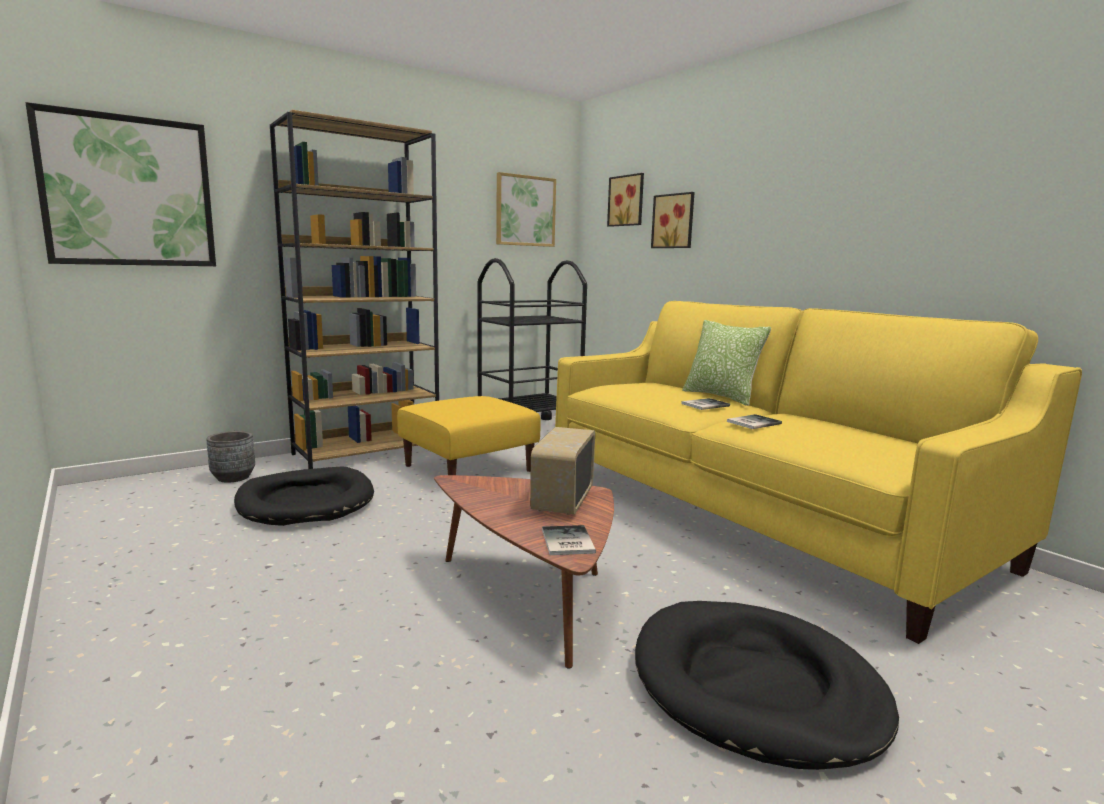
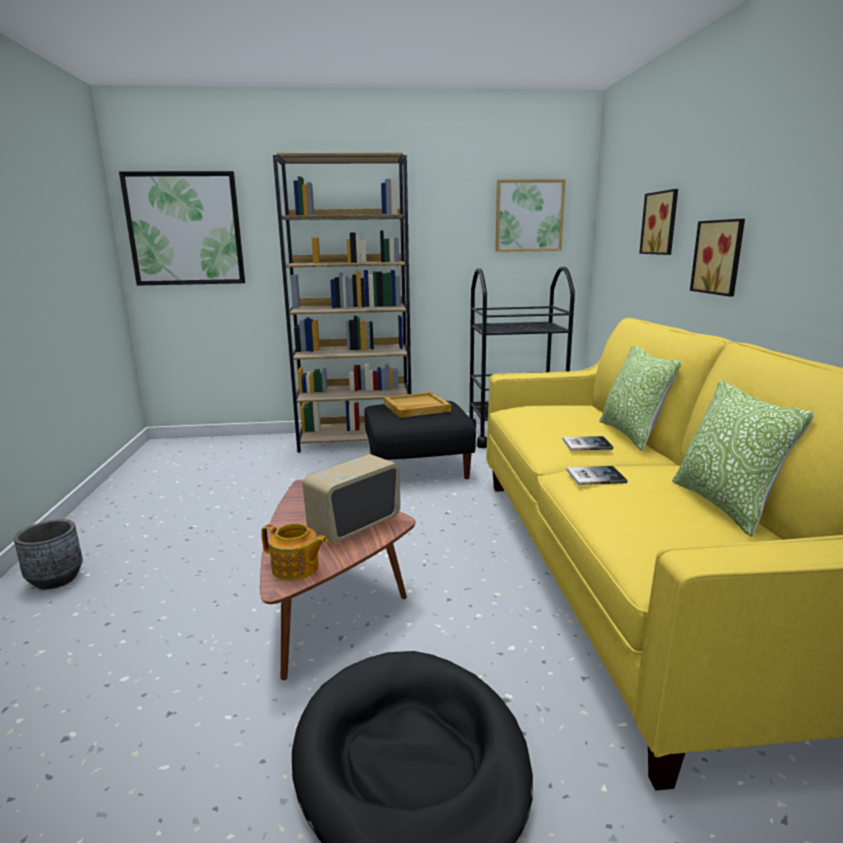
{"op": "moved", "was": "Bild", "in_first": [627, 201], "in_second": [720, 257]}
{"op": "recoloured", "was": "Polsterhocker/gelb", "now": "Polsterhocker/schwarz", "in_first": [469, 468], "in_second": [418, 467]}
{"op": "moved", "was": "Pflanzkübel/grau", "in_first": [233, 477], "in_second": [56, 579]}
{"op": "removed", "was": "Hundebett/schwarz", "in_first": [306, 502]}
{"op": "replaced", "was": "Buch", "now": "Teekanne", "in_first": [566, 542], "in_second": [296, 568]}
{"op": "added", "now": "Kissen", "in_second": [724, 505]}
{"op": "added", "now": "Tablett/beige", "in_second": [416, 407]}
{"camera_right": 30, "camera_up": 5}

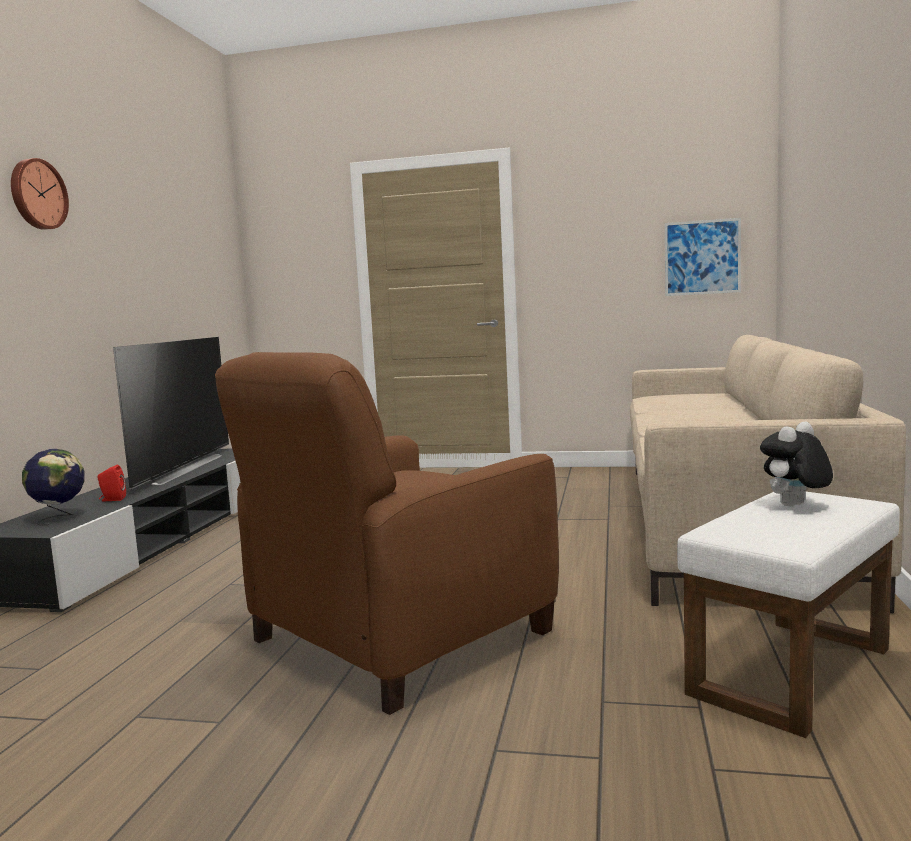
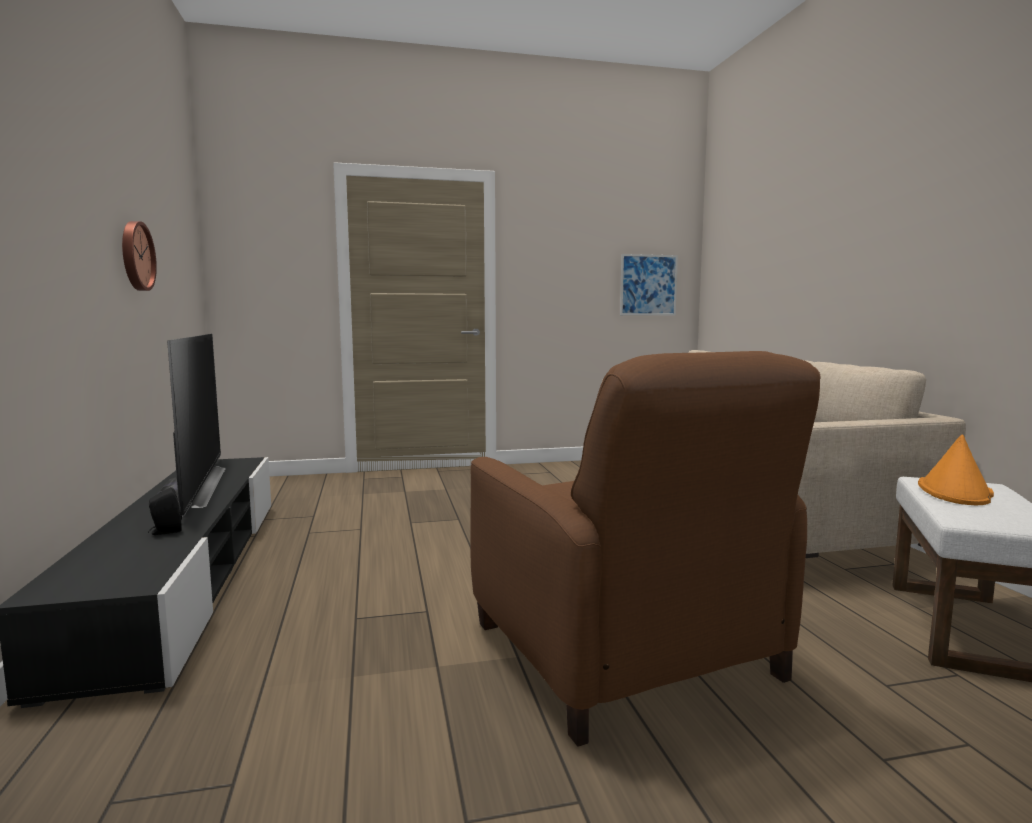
{"op": "moved", "was": "Wanduhr", "in_first": [37, 194], "in_second": [135, 256]}
{"op": "turned", "was": "Sessel/braun", "in_first": [398, 637], "in_second": [624, 652], "clockwise": -45}
{"op": "replaced", "was": "Plüschtier", "now": "Hut/orange", "in_first": [795, 506], "in_second": [955, 491]}
{"op": "removed", "was": "Globus", "in_first": [59, 518]}
{"op": "recoloured", "was": "Lautsprecher/rot", "now": "Lautsprecher/schwarz", "in_first": [112, 499], "in_second": [165, 531]}
{"camera_right": -25, "camera_up": 0}

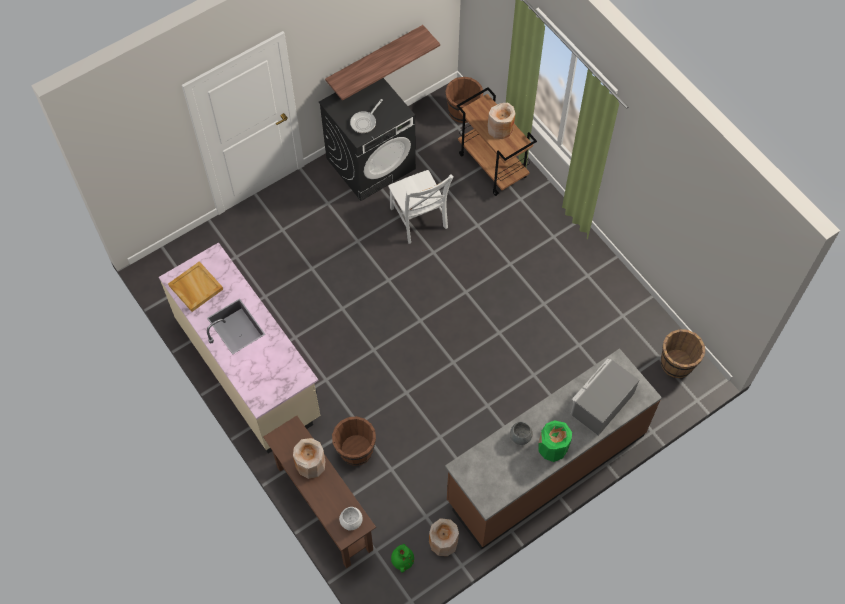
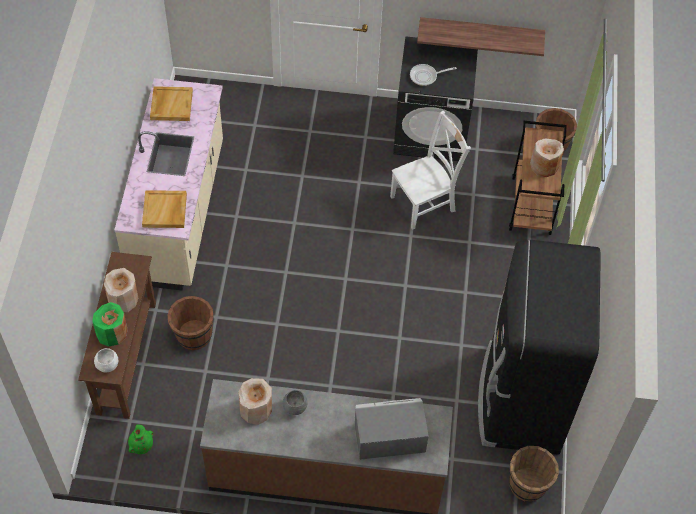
{"op": "turned", "was": "Stuhl/weiß", "in_first": [419, 220], "in_second": [425, 203], "clockwise": -135}
{"op": "moved", "was": "Vase/grün", "in_first": [553, 447], "in_second": [112, 332]}
{"op": "moved", "was": "Vase/beige", "in_first": [443, 542], "in_second": [256, 409]}
{"op": "added", "now": "Tablett/beige", "in_second": [165, 211]}
{"op": "added", "now": "Kühlschrank/schwarz", "in_second": [520, 399]}
{"camera_right": 40, "camera_up": -5}

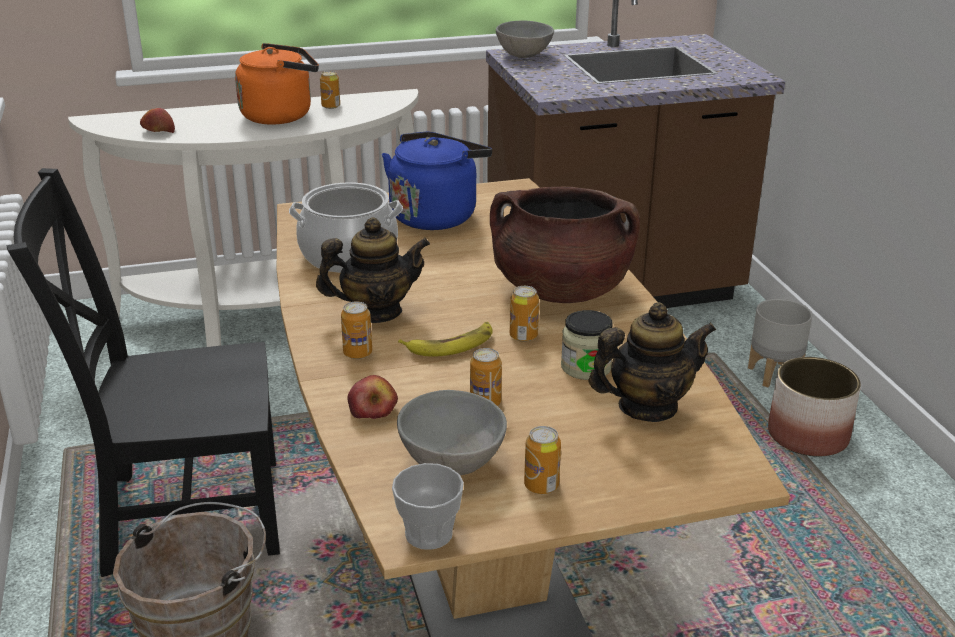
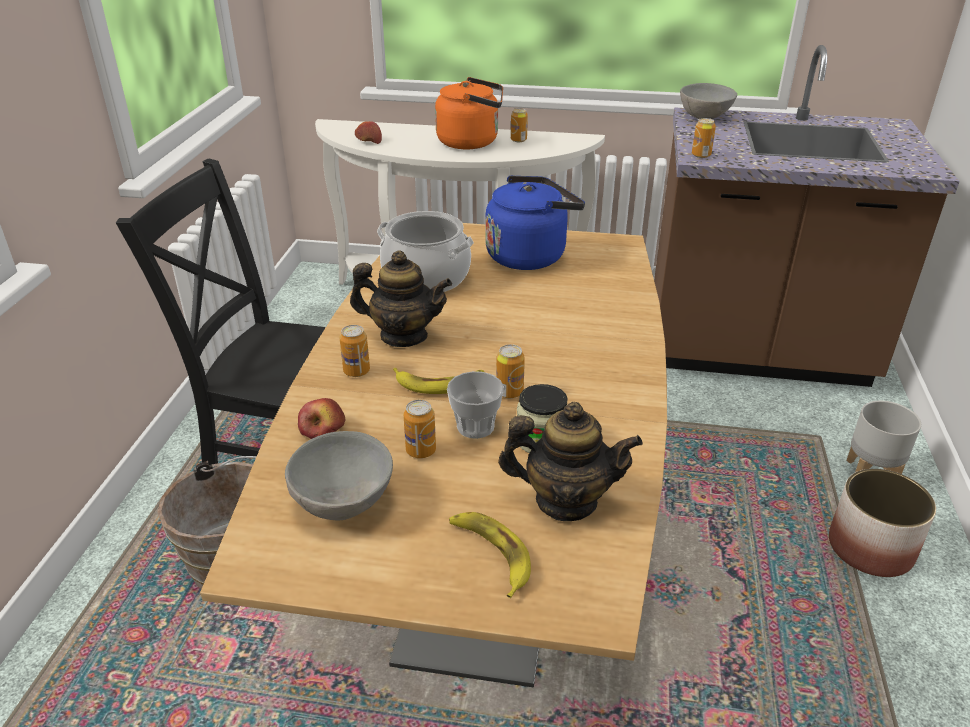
{"op": "removed", "was": "Kochtopf/braun", "in_first": [560, 290]}
{"op": "moved", "was": "Dose", "in_first": [541, 486], "in_second": [701, 155]}
{"op": "moved", "was": "Tasse", "in_first": [428, 534], "in_second": [475, 426]}
{"op": "added", "now": "Banane", "in_second": [491, 554]}
{"camera_right": 25, "camera_up": 5}

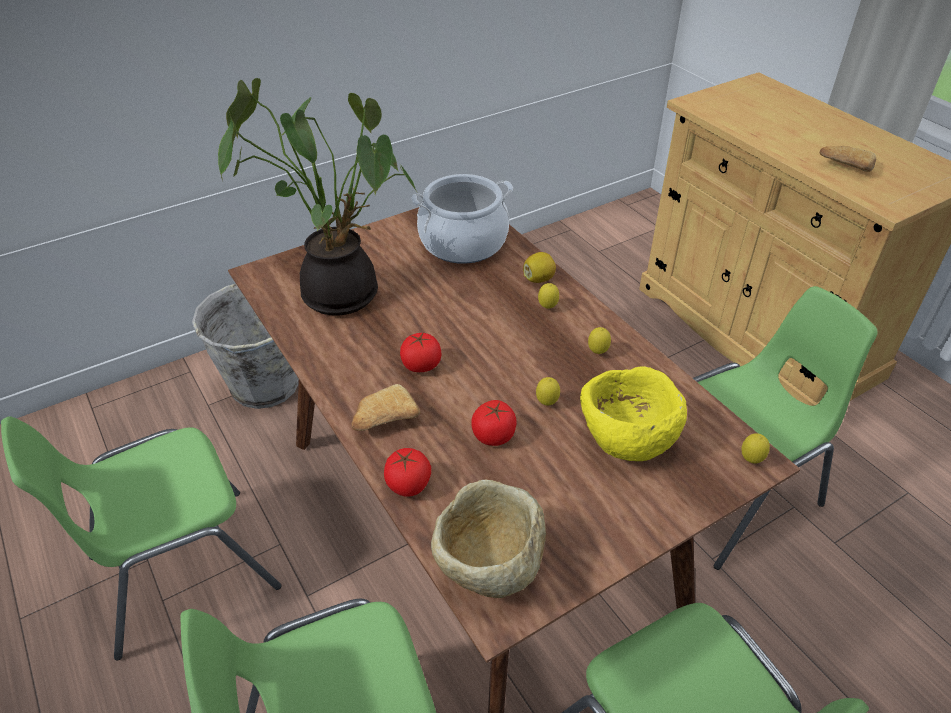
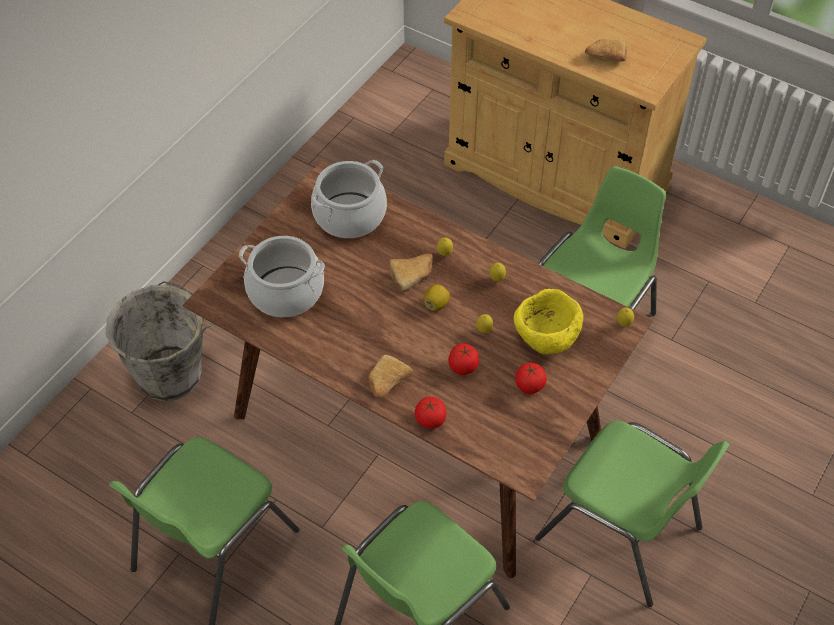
{"op": "replaced", "was": "Topfpflanze", "now": "Kochtopf", "in_first": [341, 290], "in_second": [285, 292]}
{"op": "moved", "was": "Zitrone", "in_first": [539, 279], "in_second": [436, 304]}
{"op": "moved", "was": "Tomate", "in_first": [421, 365], "in_second": [529, 385]}
{"op": "removed", "was": "Schüssel/beige", "in_first": [489, 568]}
{"op": "added", "now": "Brot", "in_second": [413, 275]}
{"camera_right": -25, "camera_up": 10}

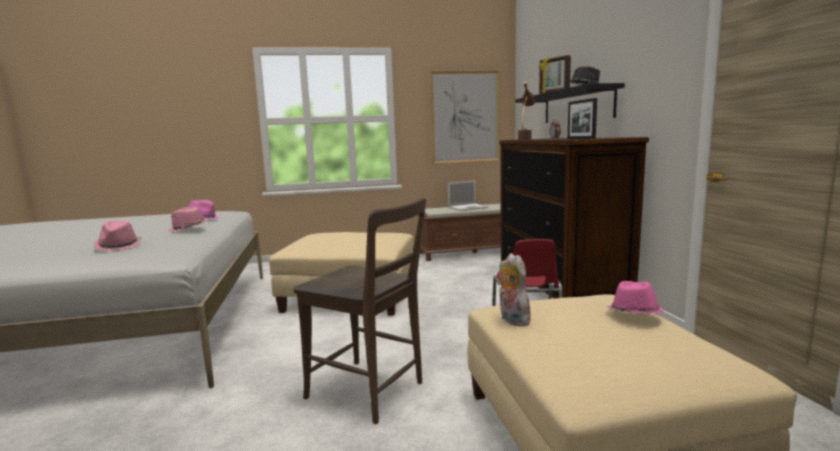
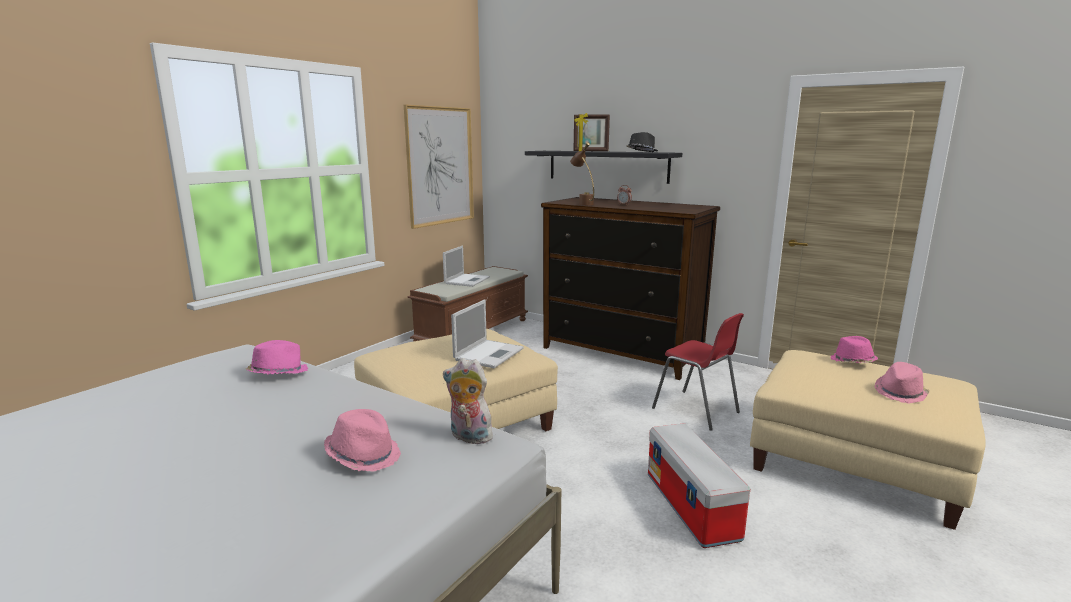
{"op": "removed", "was": "Bilderrahmen", "in_first": [580, 138]}
{"op": "replaced", "was": "Stuhl/braun", "now": "Aufbewahrungsbox", "in_first": [370, 392], "in_second": [692, 507]}
{"op": "moved", "was": "Hut/rosa", "in_first": [188, 229], "in_second": [900, 393]}
{"op": "moved", "was": "Plüschtier", "in_first": [512, 320], "in_second": [468, 437]}
{"op": "added", "now": "Laptop", "in_second": [489, 354]}
{"camera_right": -45, "camera_up": 5}

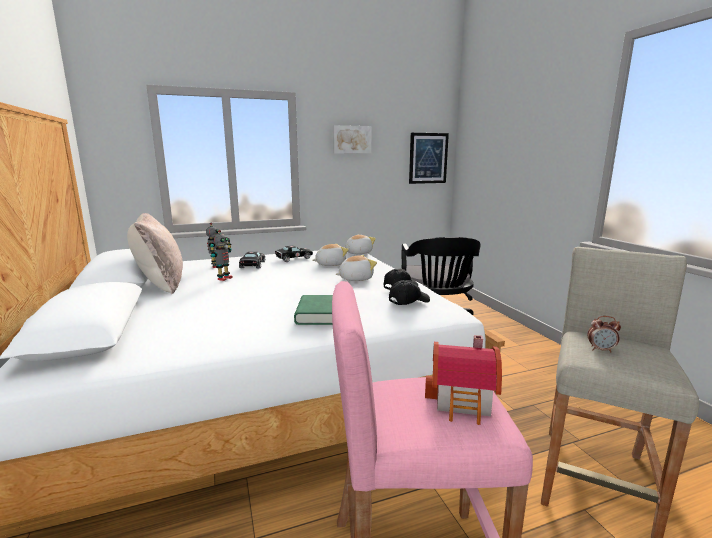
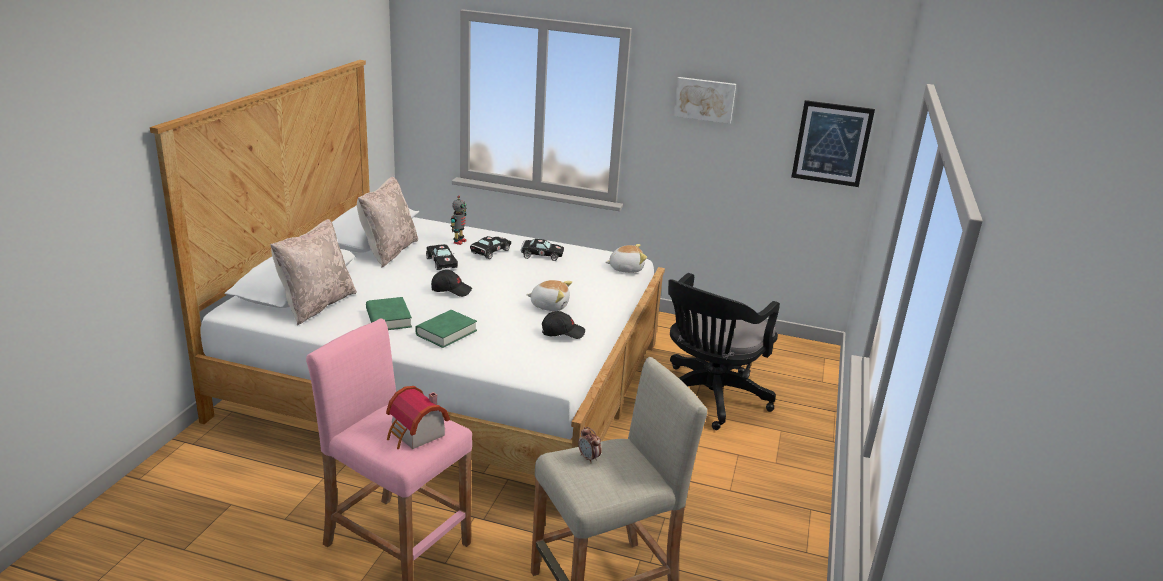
{"op": "replaced", "was": "Spielzeugroboter", "now": "Spielzeugauto/schwarz", "in_first": [224, 278], "in_second": [441, 262]}
{"op": "removed", "was": "Plüschtier", "in_first": [330, 264]}
{"op": "moved", "was": "Kappe/schwarz", "in_first": [408, 301], "in_second": [451, 290]}
{"op": "added", "now": "Kissen/beige", "in_second": [316, 305]}
{"op": "added", "now": "Buch/grün", "in_second": [388, 319]}
{"camera_right": 35, "camera_up": 10}

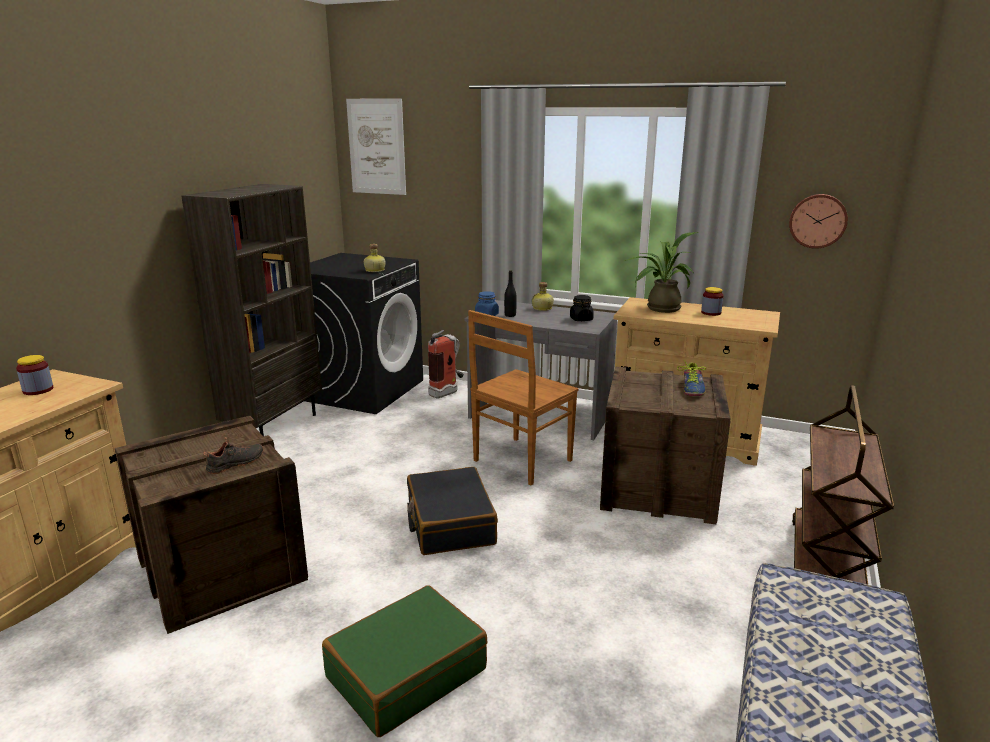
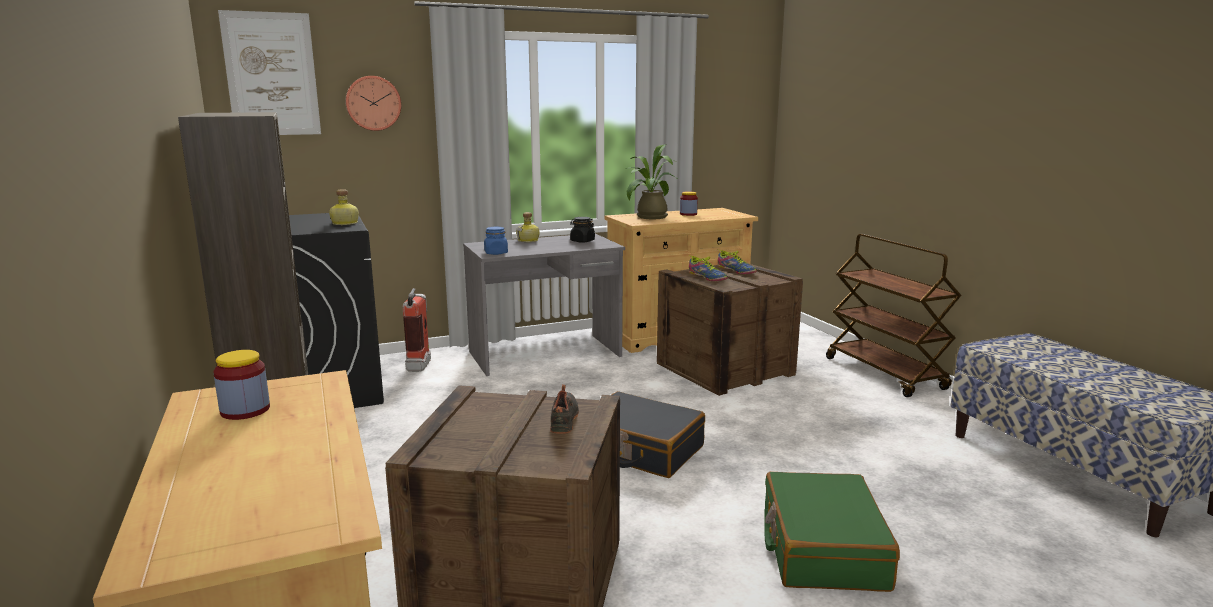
{"op": "moved", "was": "Wanduhr", "in_first": [817, 221], "in_second": [373, 103]}
{"op": "removed", "was": "Flasche/schwarz", "in_first": [510, 315]}
{"op": "removed", "was": "Stuhl/braun", "in_first": [520, 461]}
{"op": "added", "now": "Schuh", "in_second": [707, 277]}
{"camera_right": -45, "camera_up": -5}

